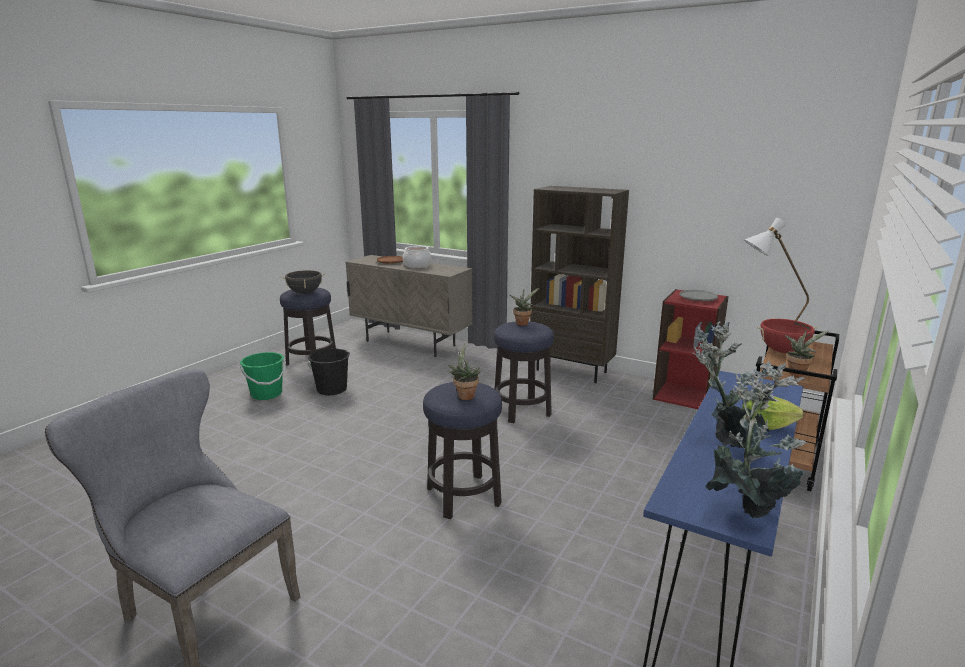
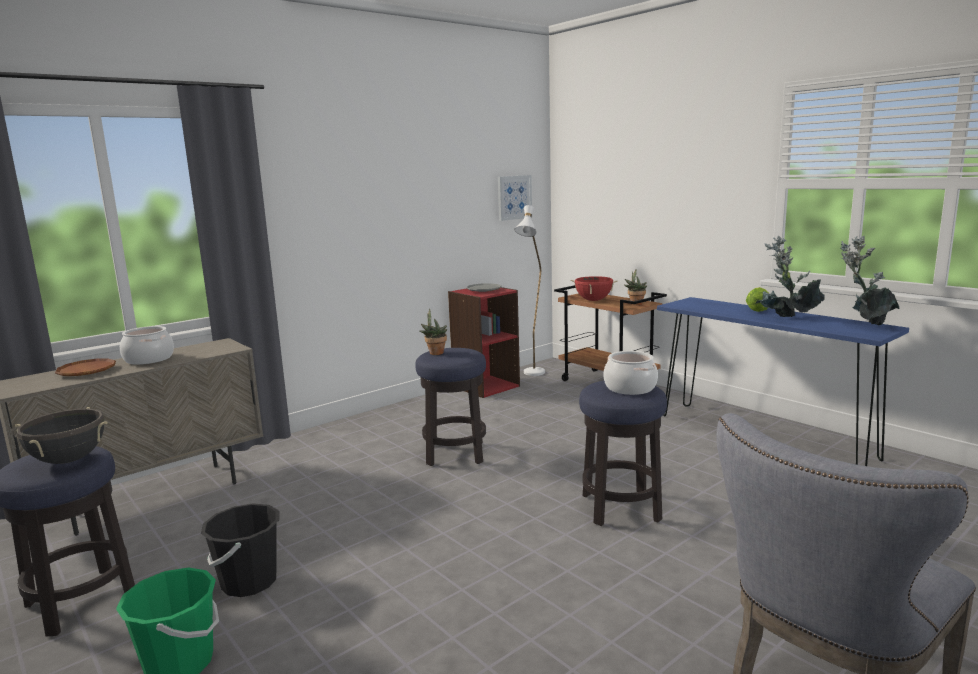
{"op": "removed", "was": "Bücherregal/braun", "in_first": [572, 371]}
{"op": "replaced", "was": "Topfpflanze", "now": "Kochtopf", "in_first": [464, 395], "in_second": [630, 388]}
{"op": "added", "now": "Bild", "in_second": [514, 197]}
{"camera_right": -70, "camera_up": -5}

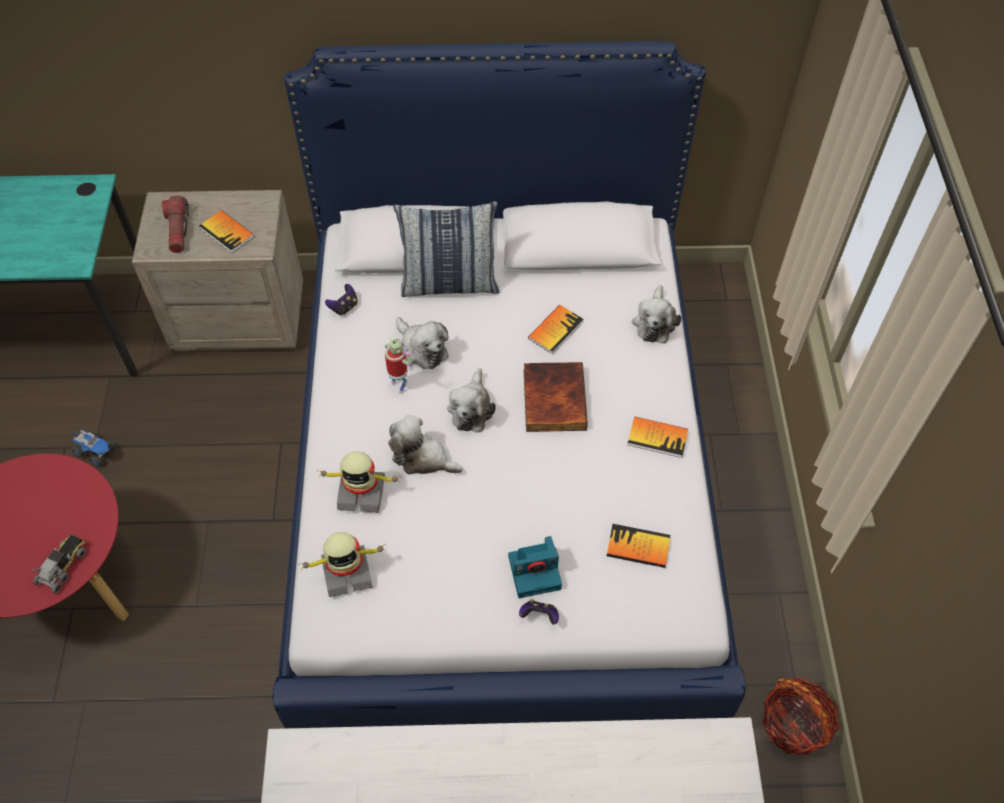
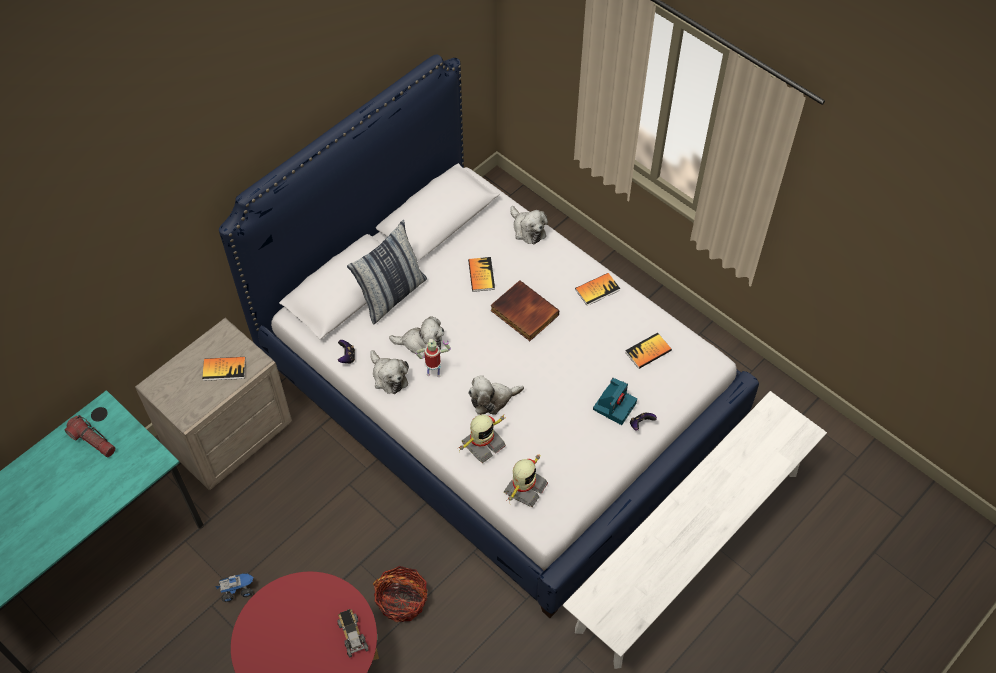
{"op": "moved", "was": "Taschenlampe", "in_first": [178, 230], "in_second": [93, 441]}
{"op": "moved", "was": "Plüschtier", "in_first": [471, 408], "in_second": [388, 377]}
{"op": "moved", "was": "Korb", "in_first": [794, 724], "in_second": [402, 600]}
{"camera_right": -45, "camera_up": 0}

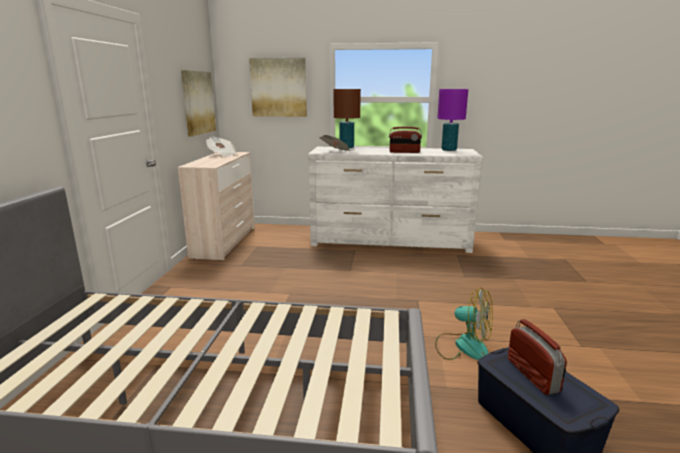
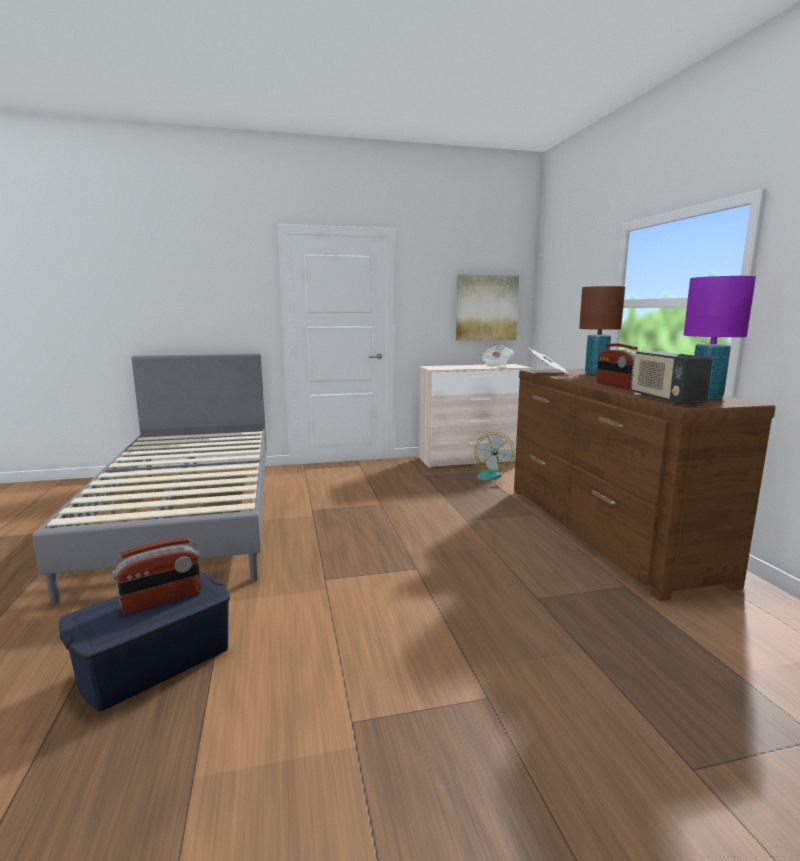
{"op": "removed", "was": "Bild", "in_first": [278, 87]}
{"op": "recoloured", "was": "Kommode/weiß", "now": "Kommode/braun", "in_first": [390, 241], "in_second": [603, 530]}
{"op": "moved", "was": "Ventilator", "in_first": [463, 346], "in_second": [489, 474]}
{"op": "added", "now": "Radio", "in_second": [665, 399]}
{"camera_right": 70, "camera_up": -5}

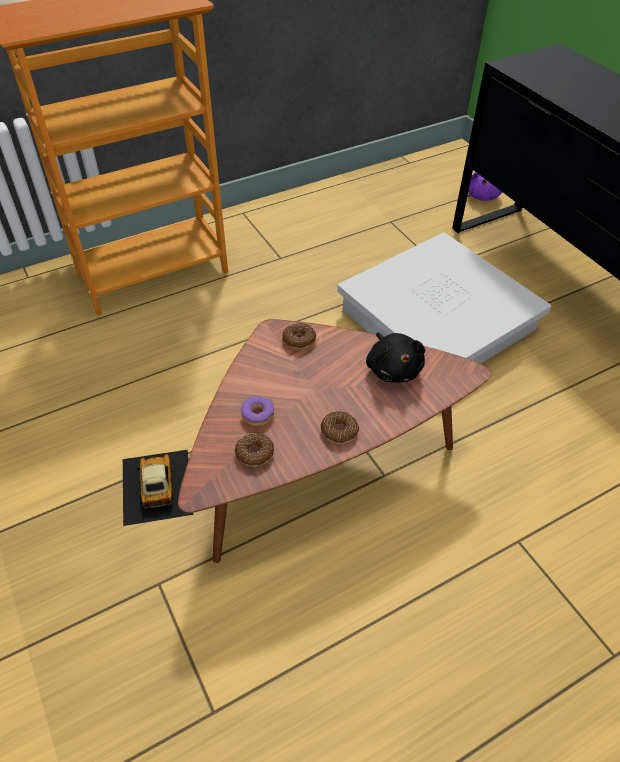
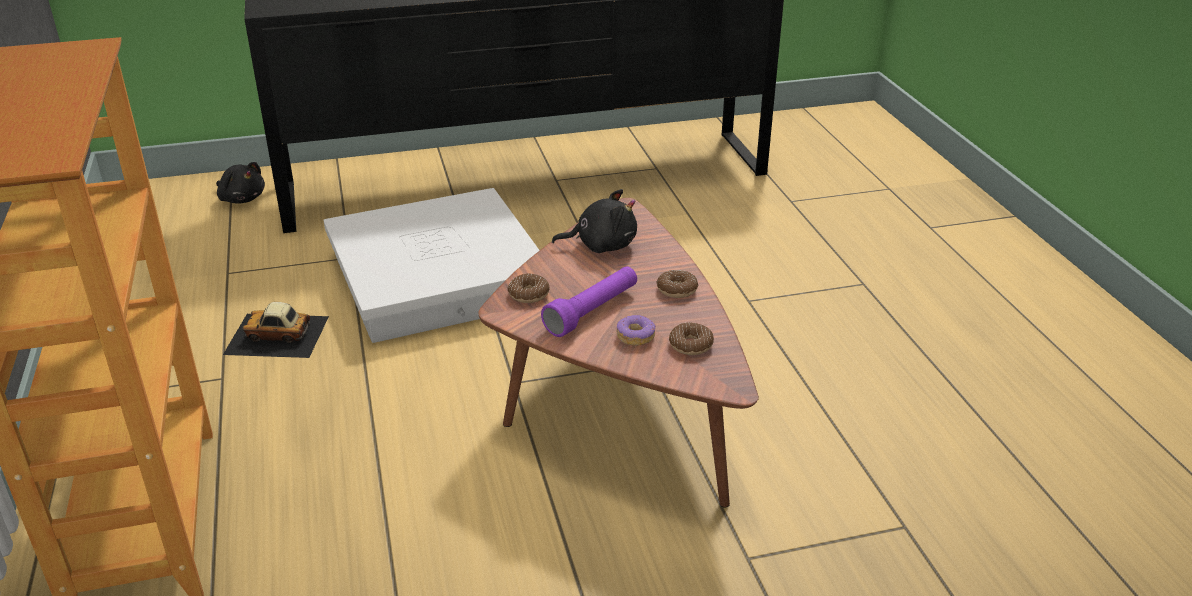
{"op": "recoloured", "was": "Plüschtier/lila", "now": "Plüschtier/schwarz", "in_first": [483, 196], "in_second": [242, 199]}
{"op": "moved", "was": "Spielzeugauto", "in_first": [156, 486], "in_second": [277, 335]}
{"op": "added", "now": "Taschenlampe/lila", "in_second": [592, 312]}
{"camera_right": -75, "camera_up": -15}

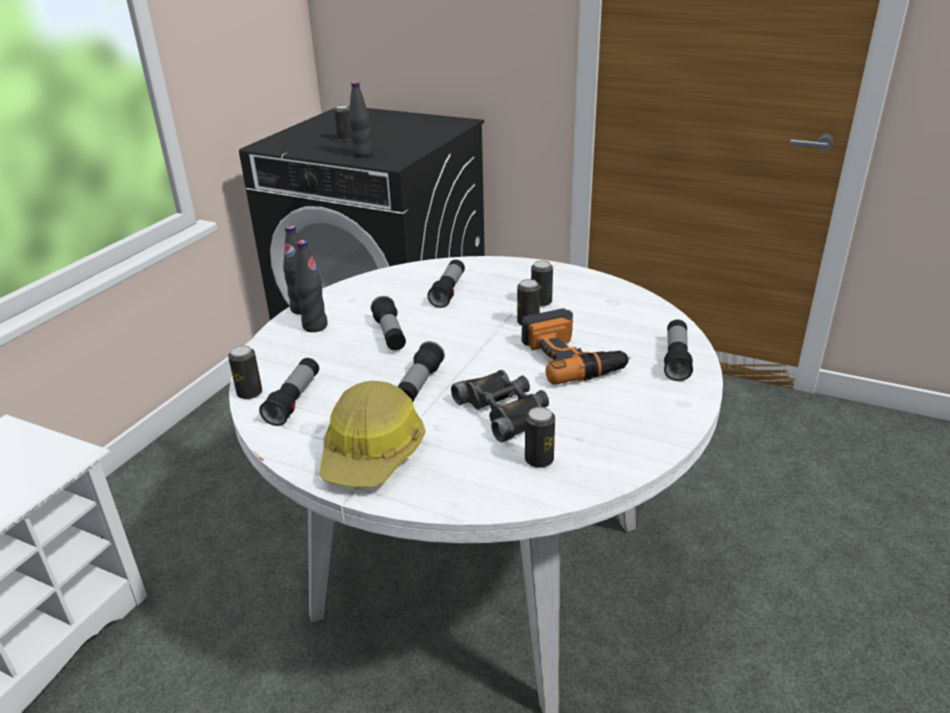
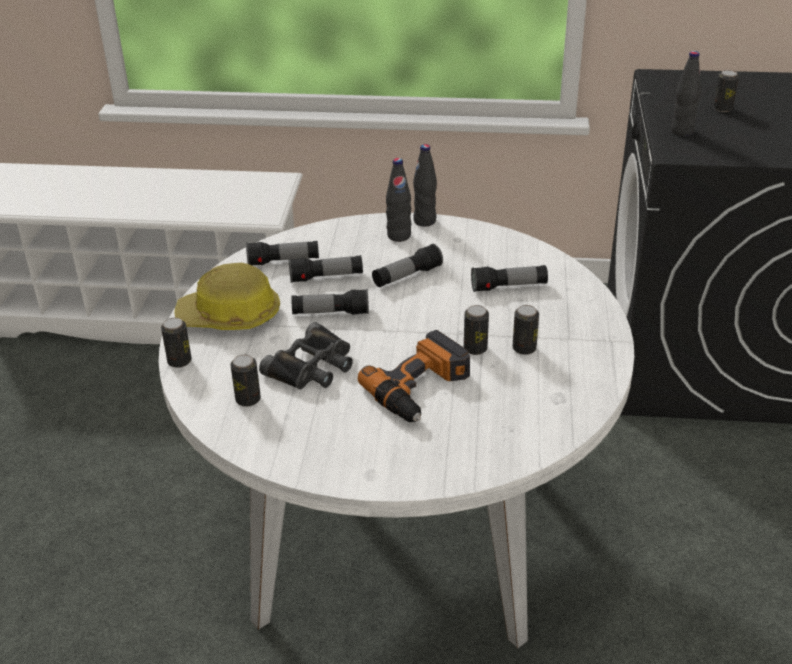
{"op": "moved", "was": "Taschenlampe", "in_first": [676, 359], "in_second": [326, 277]}
{"op": "moved", "was": "Dose", "in_first": [249, 393], "in_second": [179, 361]}
{"camera_right": 70, "camera_up": 5}

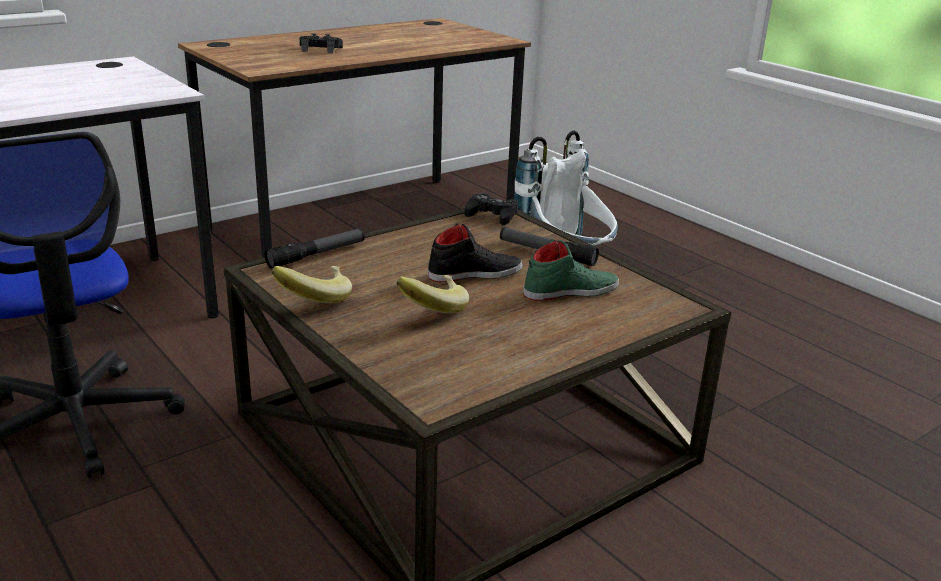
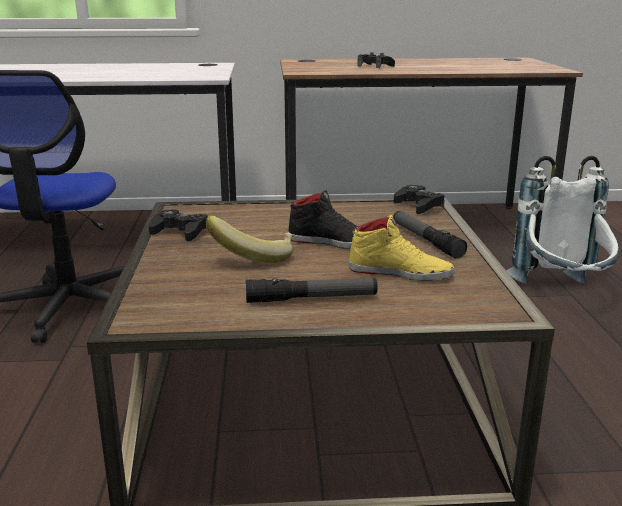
{"op": "moved", "was": "Taschenlampe", "in_first": [317, 255], "in_second": [311, 299]}
{"op": "recoloured", "was": "Schuh/grün", "now": "Schuh/gelb", "in_first": [570, 291], "in_second": [400, 272]}
{"op": "replaced", "was": "Banane", "now": "Gamepad/schwarz", "in_first": [314, 298], "in_second": [180, 232]}
{"camera_right": 35, "camera_up": -5}

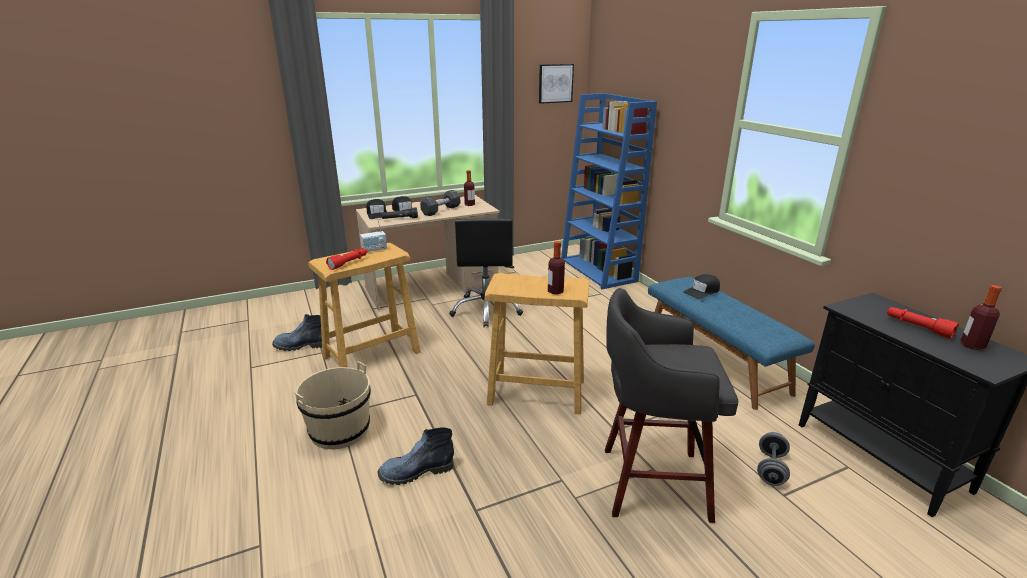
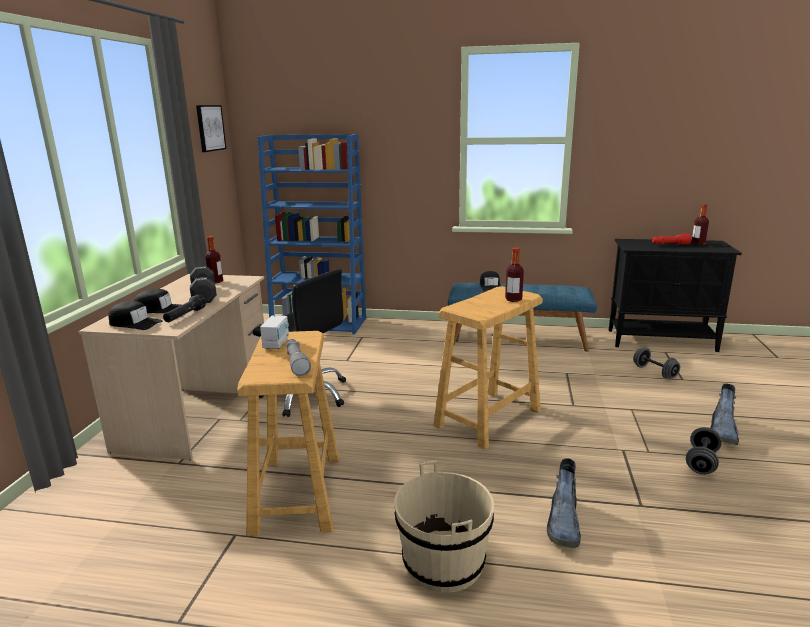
{"op": "recoloured", "was": "Taschenlampe/rot", "now": "Taschenlampe/grau", "in_first": [349, 263], "in_second": [296, 363]}
{"op": "removed", "was": "Hocker/grau", "in_first": [650, 482]}
{"op": "moved", "was": "Stiefel", "in_first": [300, 346], "in_second": [723, 433]}
{"op": "added", "now": "Hantel/grau", "in_second": [701, 462]}
{"camera_right": -55, "camera_up": -5}

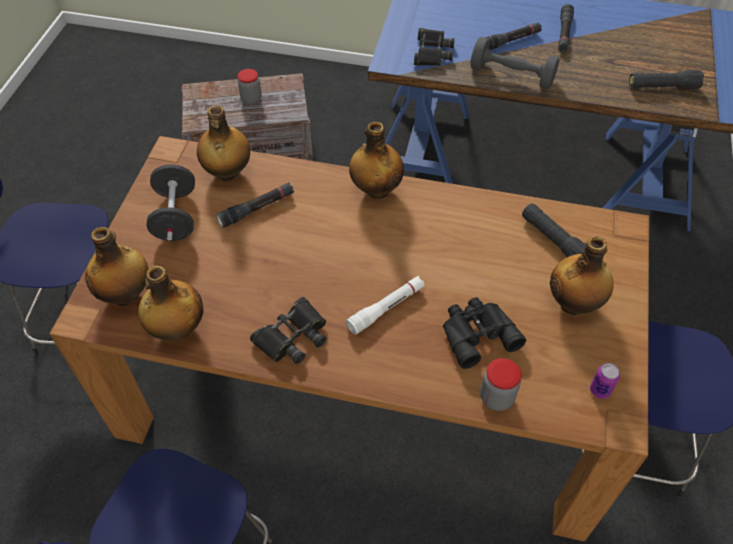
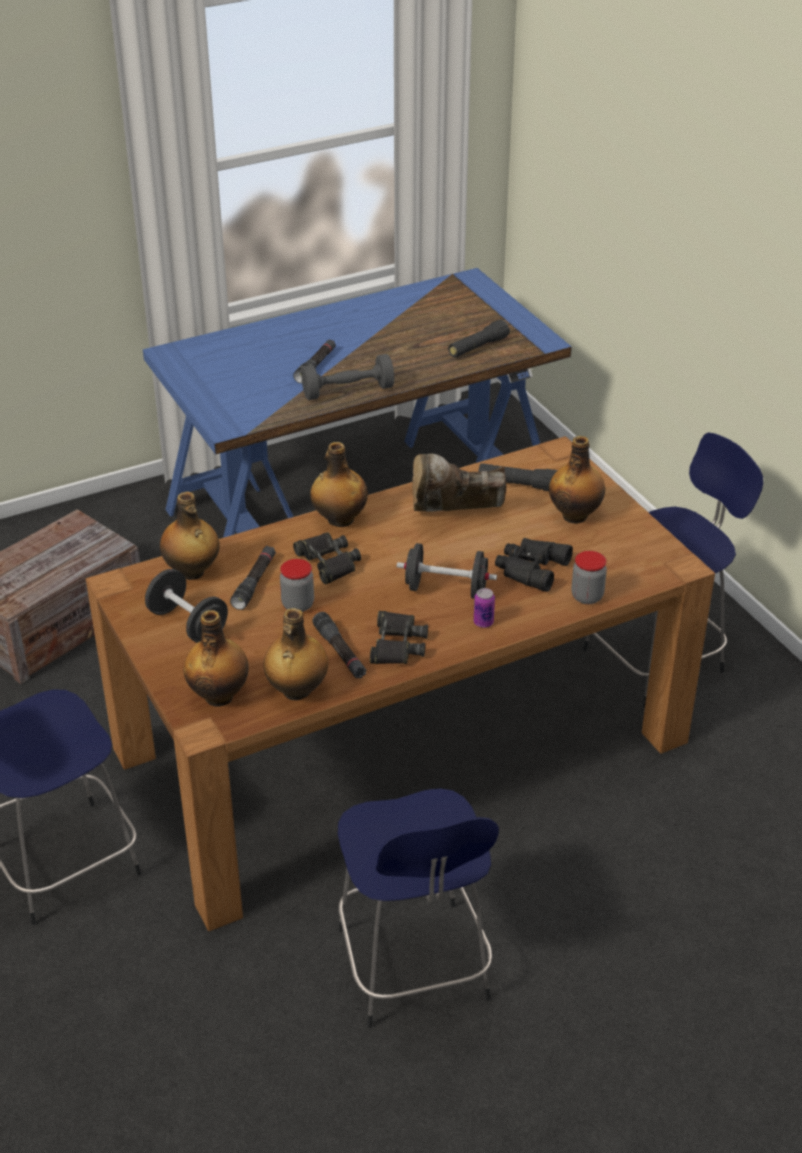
{"op": "moved", "was": "Taschenlampe/schwarz", "in_first": [564, 33], "in_second": [340, 652]}
{"op": "moved", "was": "Fernglas/schwarz", "in_first": [432, 52], "in_second": [328, 562]}
{"op": "moved", "was": "Vorratsglas", "in_first": [251, 99], "in_second": [298, 605]}
{"op": "replaced", "was": "Taschenlampe/weiß", "now": "Hantel/schwarz", "in_first": [386, 308], "in_second": [446, 589]}
{"op": "moved", "was": "Dose", "in_first": [600, 390], "in_second": [483, 622]}
{"op": "added", "now": "Stiefel/braun", "in_second": [454, 517]}
{"camera_right": -40, "camera_up": -15}

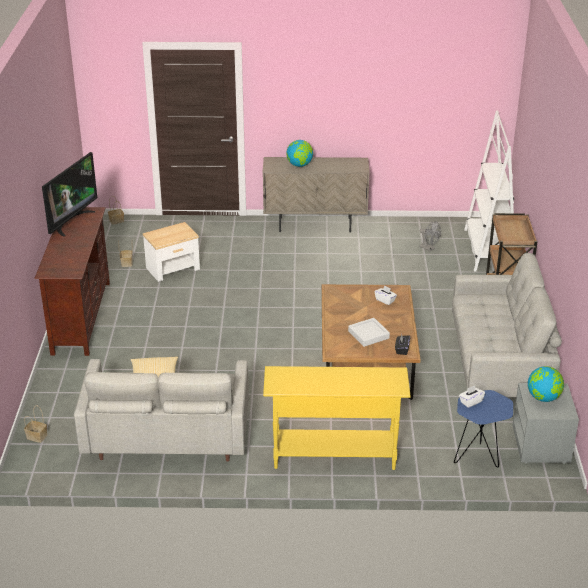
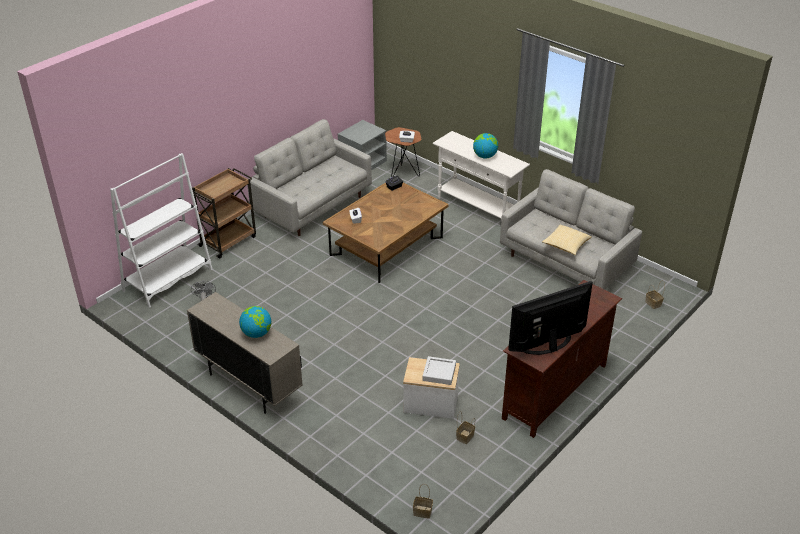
{"op": "moved", "was": "Tablett/grau", "in_first": [368, 335], "in_second": [439, 373]}
{"op": "recoloured", "was": "Konsolentisch/gelb", "now": "Konsolentisch/weiß", "in_first": [333, 455], "in_second": [477, 208]}
{"op": "moved", "was": "Globus", "in_first": [543, 398], "in_second": [485, 156]}
{"op": "recoloured", "was": "Beistelltisch/blau", "now": "Beistelltisch/braun", "in_first": [479, 457], "in_second": [403, 172]}
{"camera_right": -140, "camera_up": 5}

